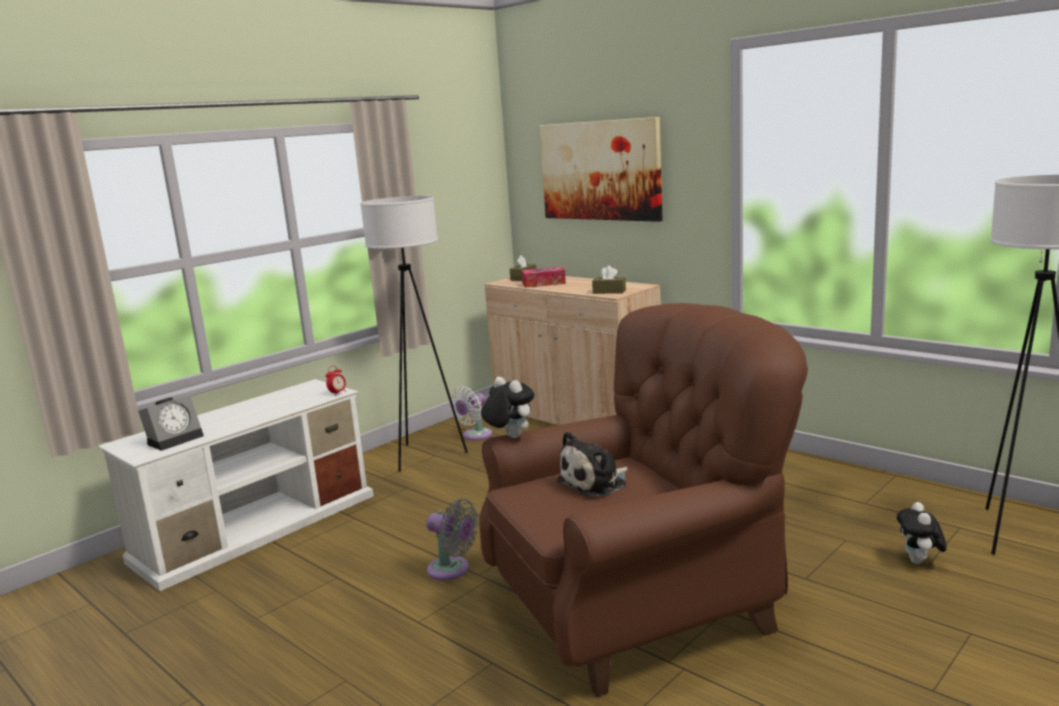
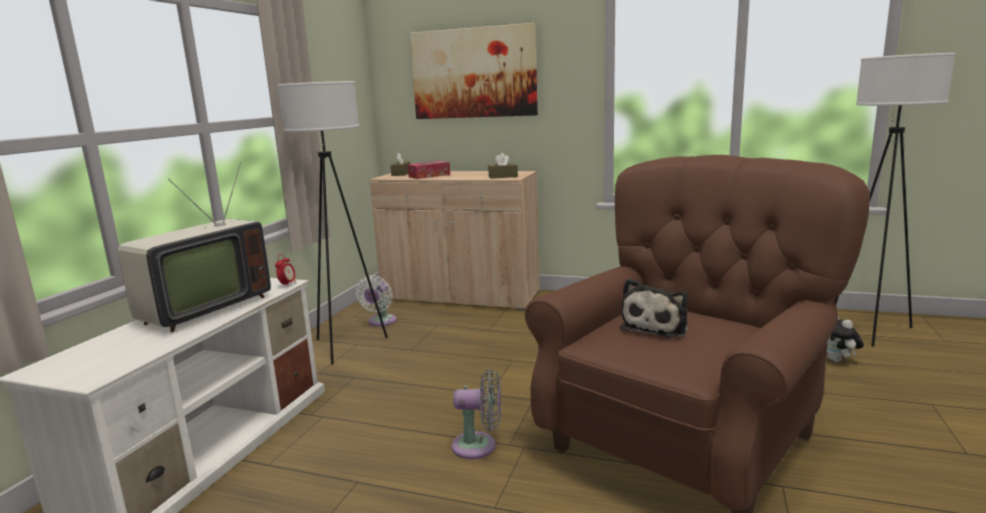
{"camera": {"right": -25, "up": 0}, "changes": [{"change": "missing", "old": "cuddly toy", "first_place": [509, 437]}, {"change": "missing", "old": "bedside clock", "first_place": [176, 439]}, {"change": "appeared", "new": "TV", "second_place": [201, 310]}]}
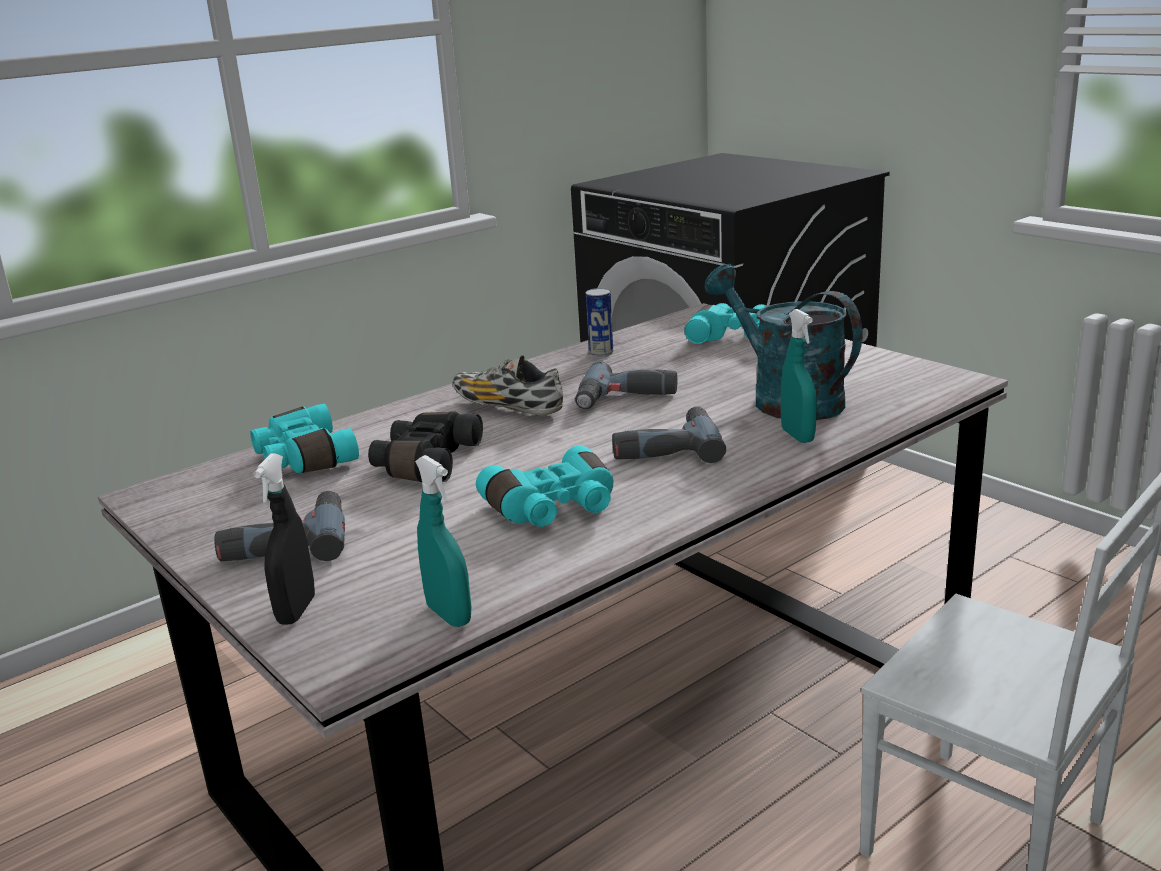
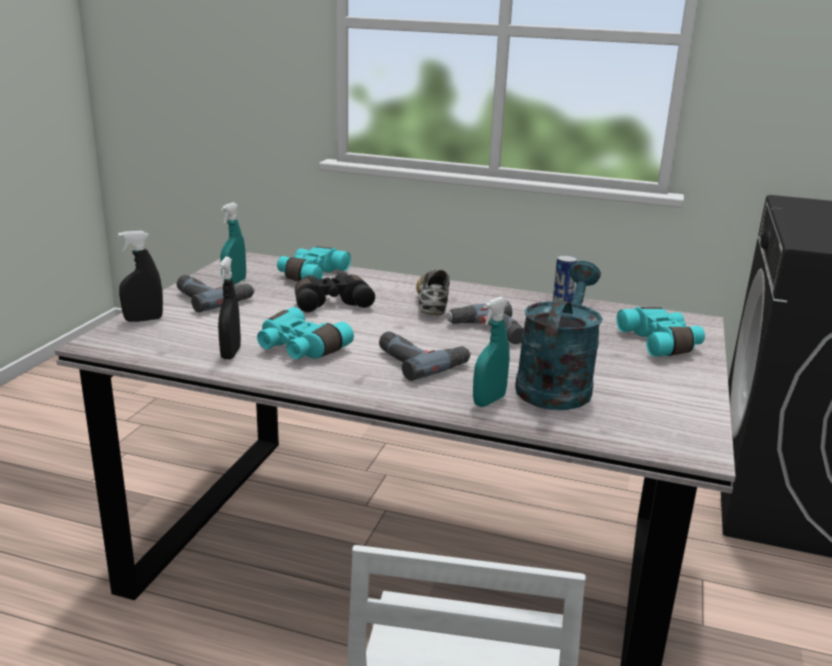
{"camera": {"right": 55, "up": 0}, "changes": [{"change": "relocated", "old": "turquoise-coloured hand sprayer", "first_place": [449, 615], "second_place": [234, 282]}, {"change": "appeared", "new": "black hand sprayer", "second_place": [231, 353]}]}
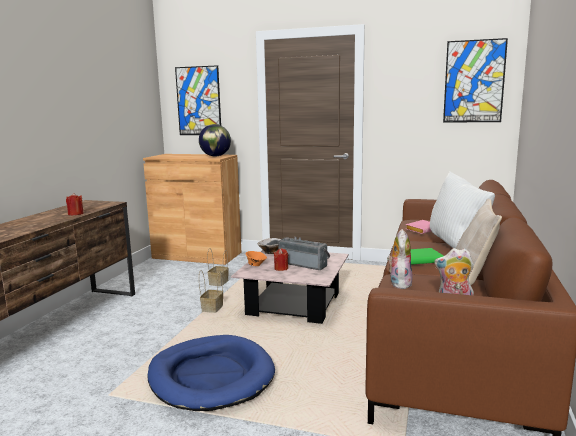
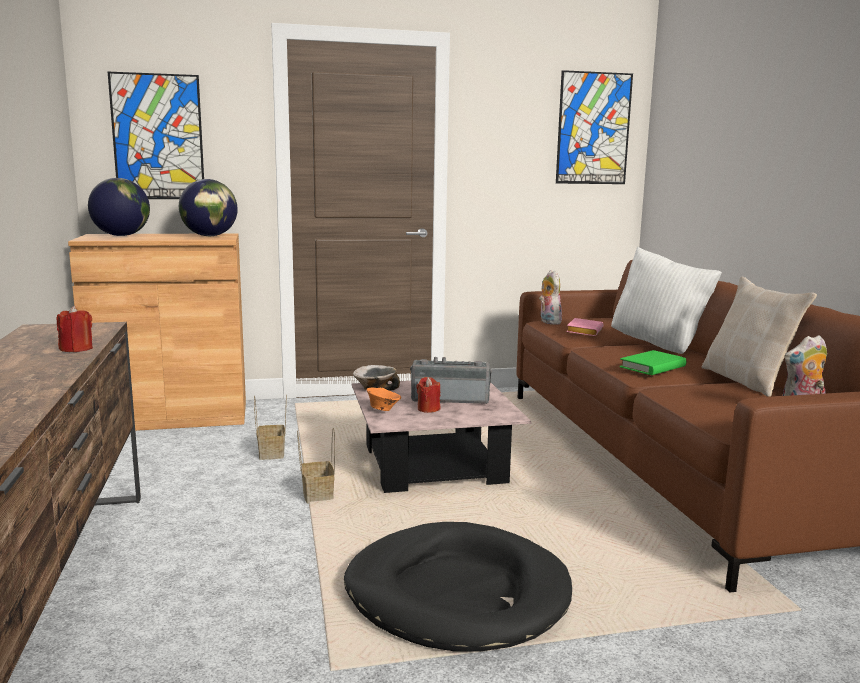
{"camera": {"right": -30, "up": 0}, "changes": [{"change": "relocated", "old": "cuddly toy", "first_place": [399, 283], "second_place": [548, 322]}, {"change": "colour", "old": "bluish dog cushion", "new": "black dog cushion", "first_place": [211, 376], "second_place": [456, 593]}, {"change": "appeared", "new": "world globe", "second_place": [121, 235]}]}
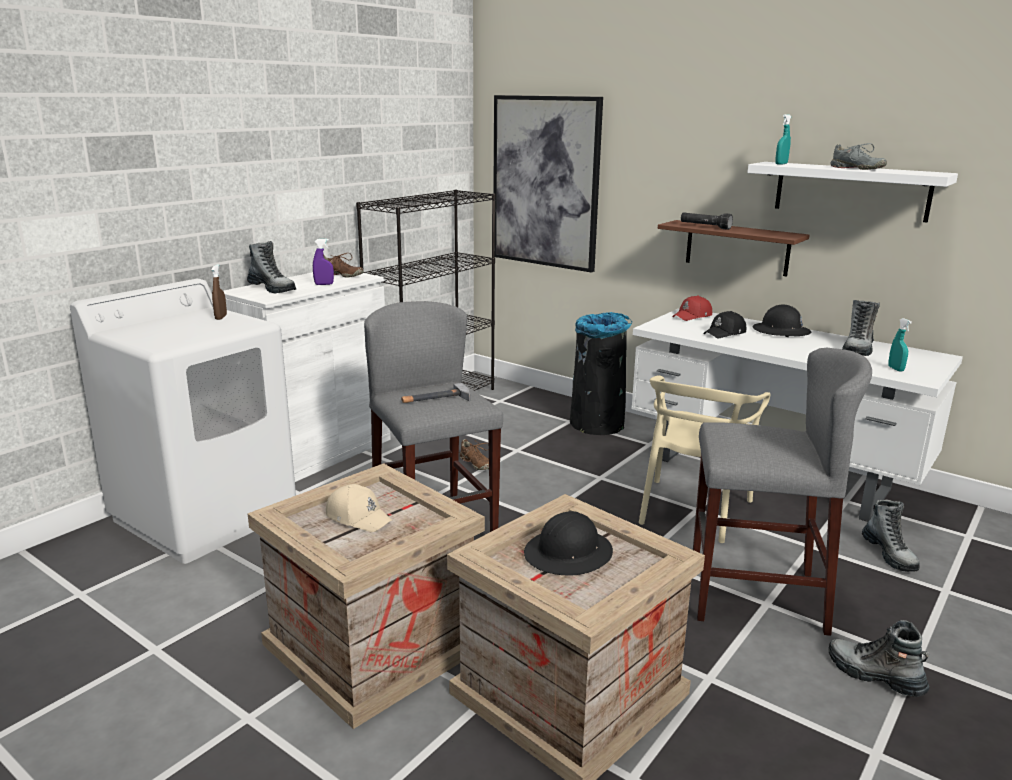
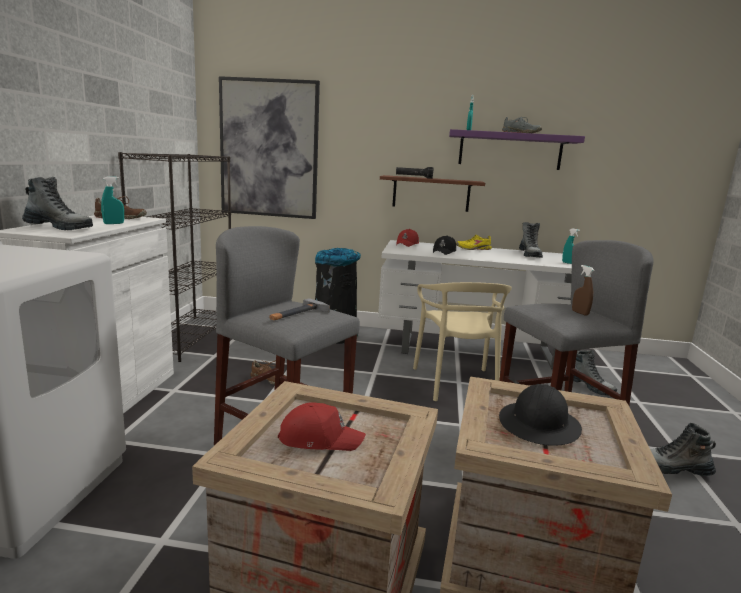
{"camera": {"right": -30, "up": -5}, "changes": [{"change": "colour", "old": "white wall shelf", "new": "purple wall shelf", "first_place": [851, 191], "second_place": [510, 150]}, {"change": "colour", "old": "purple hand sprayer", "new": "turquoise-coloured hand sprayer", "first_place": [324, 284], "second_place": [114, 223]}, {"change": "relocated", "old": "brown hand sprayer", "first_place": [221, 317], "second_place": [580, 313]}, {"change": "exchanged", "old": "black hard hat", "new": "yellowish item of footwear", "first_place": [781, 331], "second_place": [473, 249]}, {"change": "colour", "old": "beige-coloured cap", "new": "red-coloured cap", "first_place": [358, 517], "second_place": [320, 438]}]}
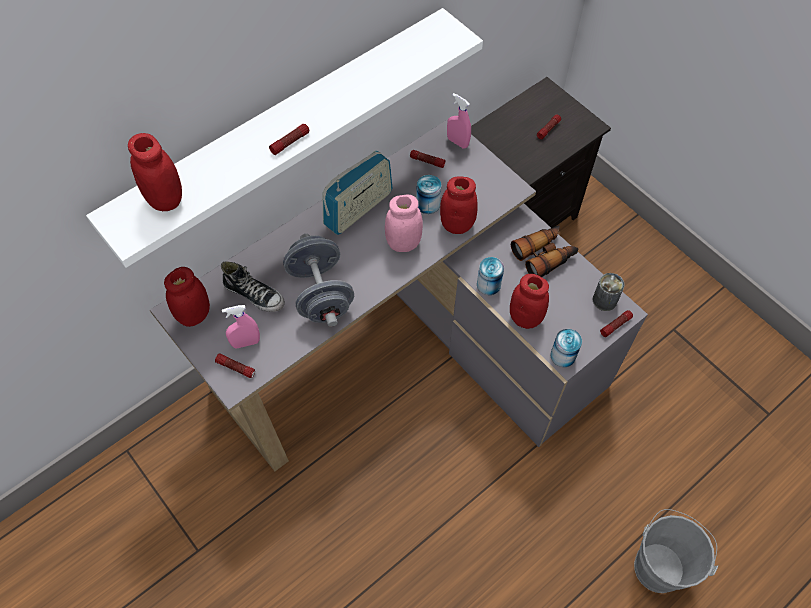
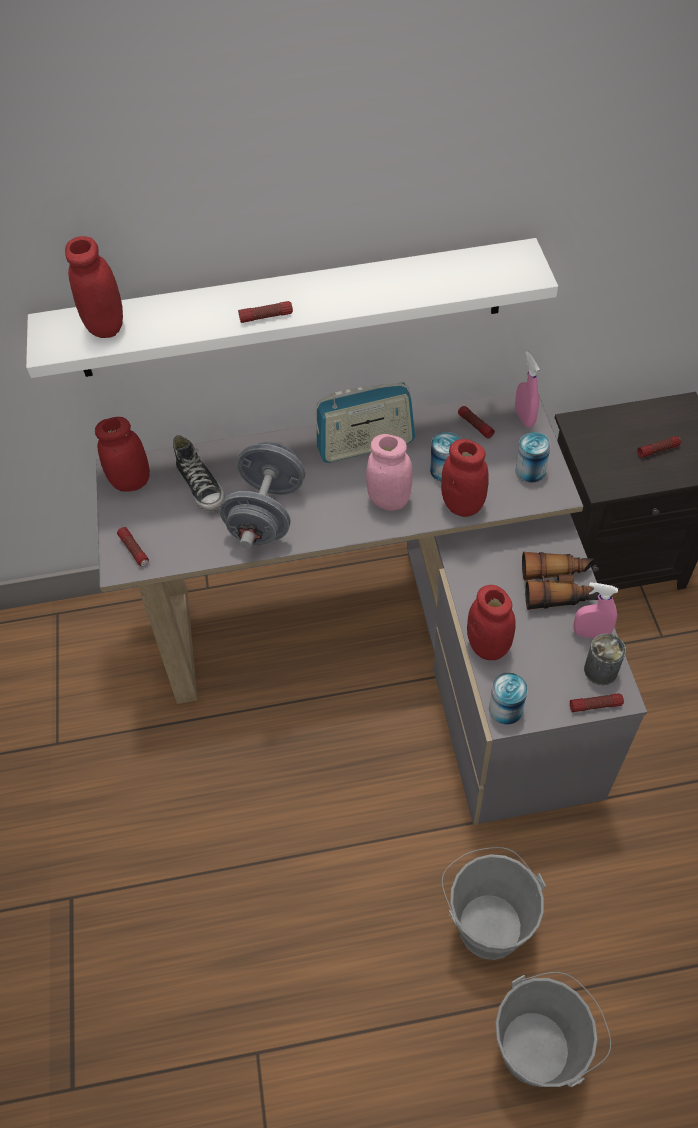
{"camera": {"right": 35, "up": -5}, "changes": [{"change": "relocated", "old": "metal can", "first_place": [488, 284], "second_place": [530, 470]}, {"change": "relocated", "old": "pinkish hand sprayer", "first_place": [245, 343], "second_place": [590, 634]}, {"change": "appeared", "new": "greyish water bucket", "second_place": [486, 919]}]}
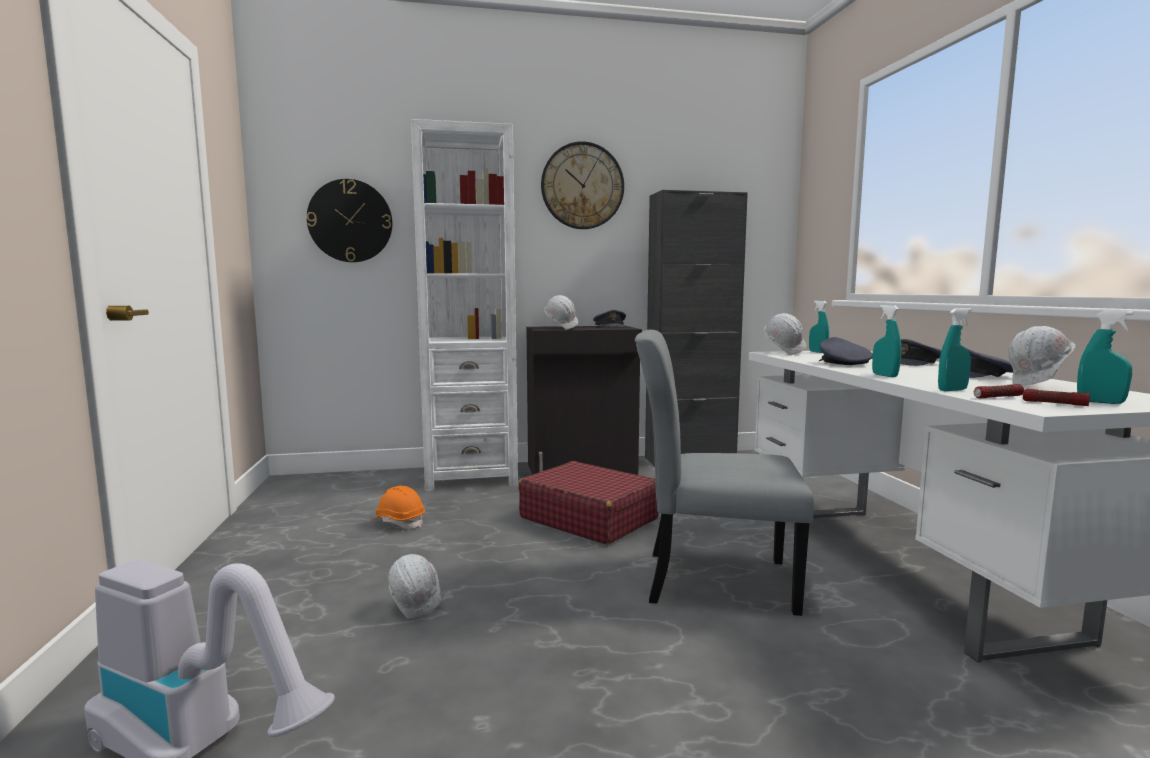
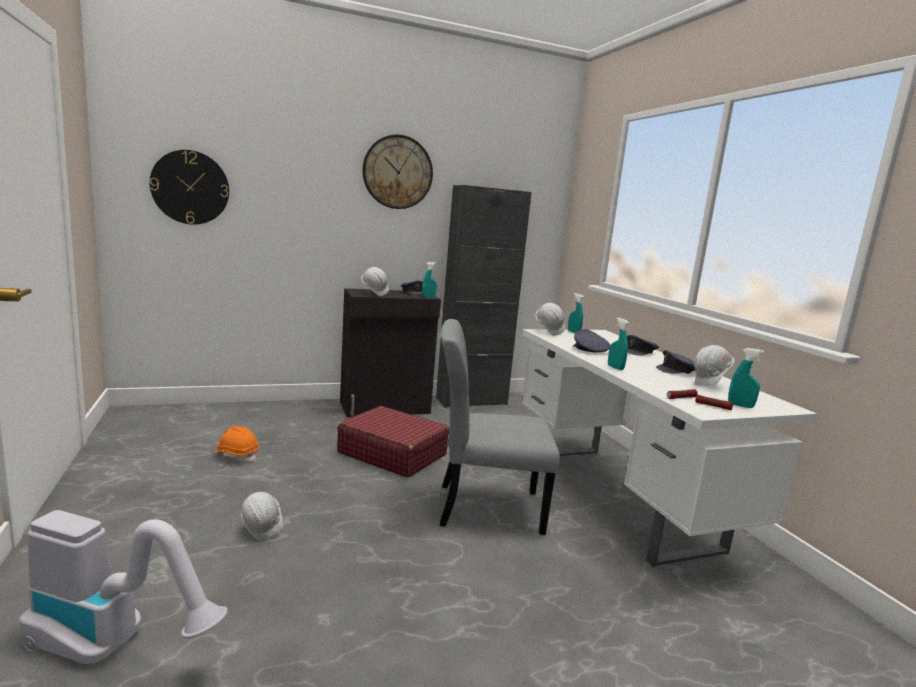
{"camera": {"right": -10, "up": 5}, "changes": [{"change": "missing", "old": "white bookcase", "first_place": [471, 476]}, {"change": "relocated", "old": "turquoise-coloured hand sprayer", "first_place": [952, 390], "second_place": [428, 297]}]}
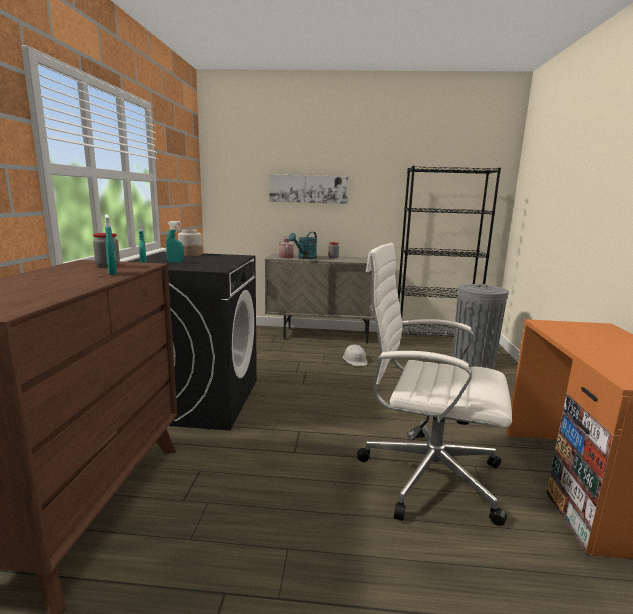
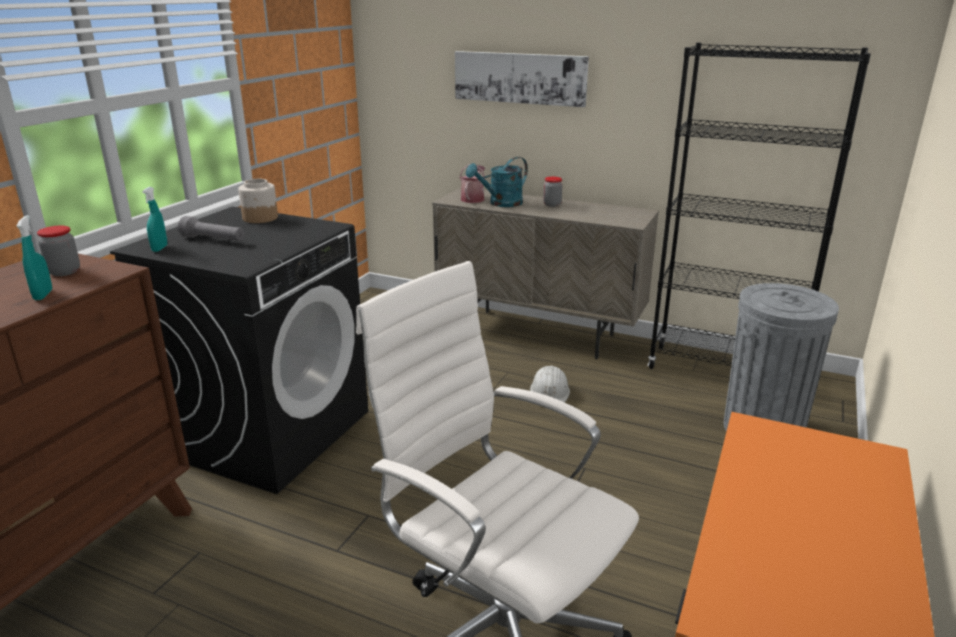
{"camera": {"right": 20, "up": 10}, "changes": [{"change": "exchanged", "old": "turquoise-coloured hand sprayer", "new": "greyish torch", "first_place": [175, 262], "second_place": [213, 240]}]}
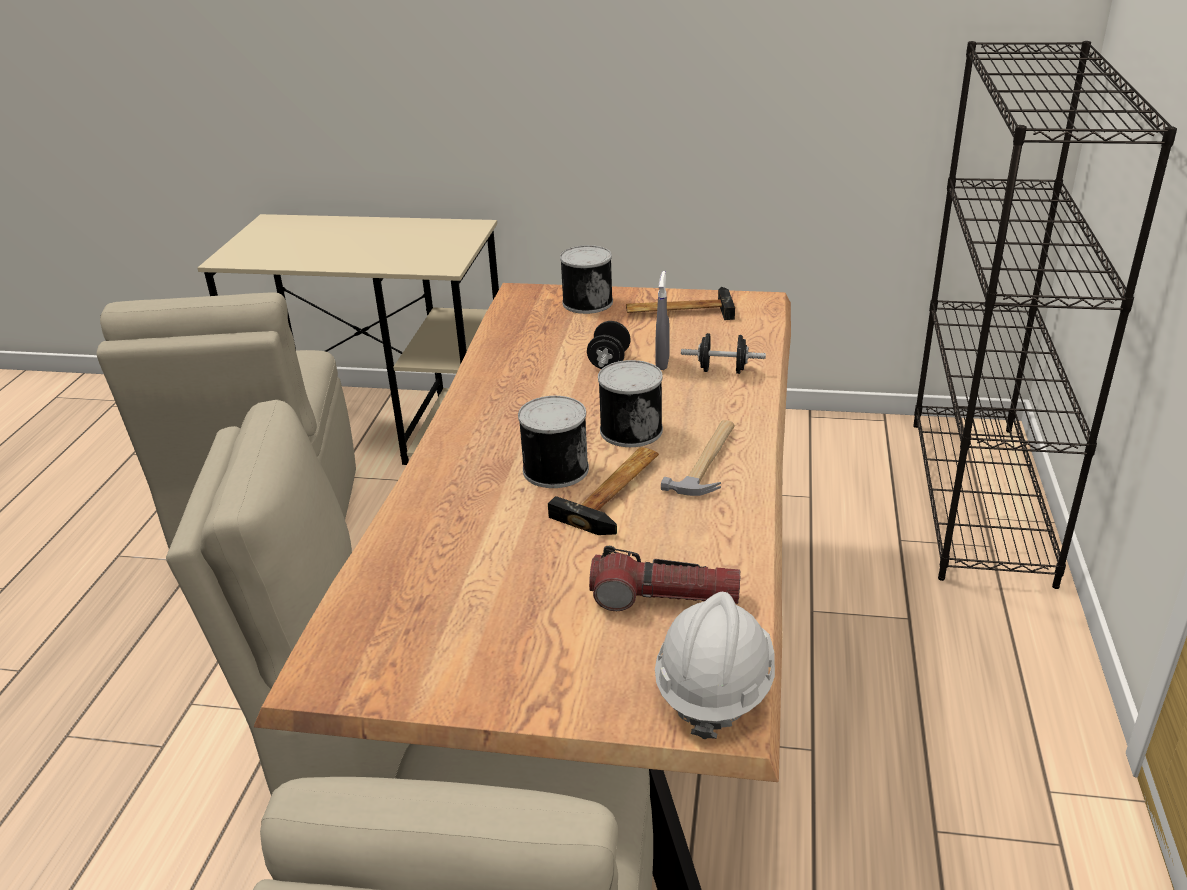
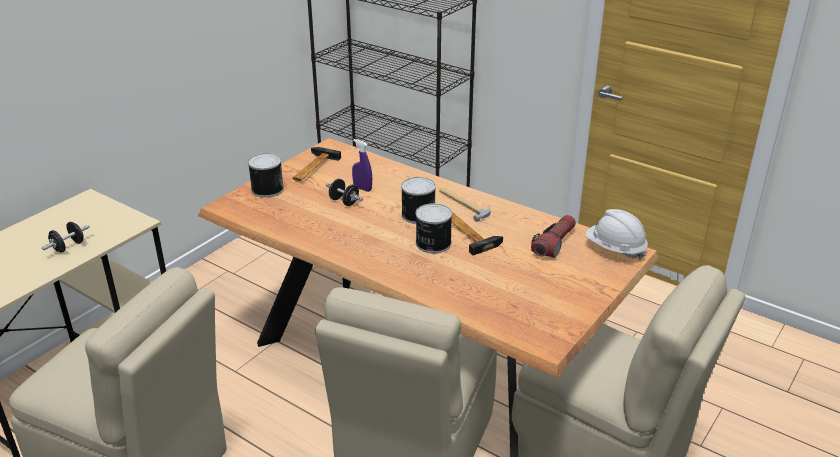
{"camera": {"right": -65, "up": 0}, "changes": [{"change": "colour", "old": "greyish hand sprayer", "new": "purple hand sprayer", "first_place": [662, 363], "second_place": [362, 188]}, {"change": "relocated", "old": "black dumbbell", "first_place": [722, 370], "second_place": [68, 247]}]}
